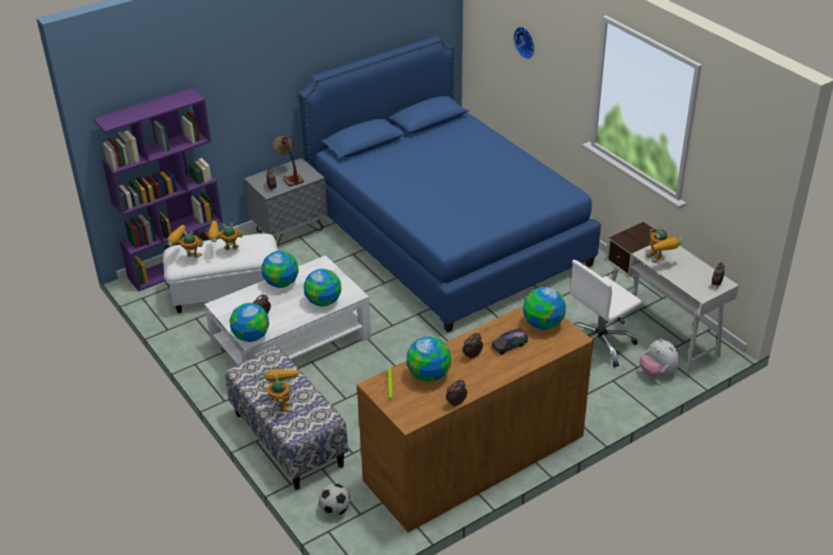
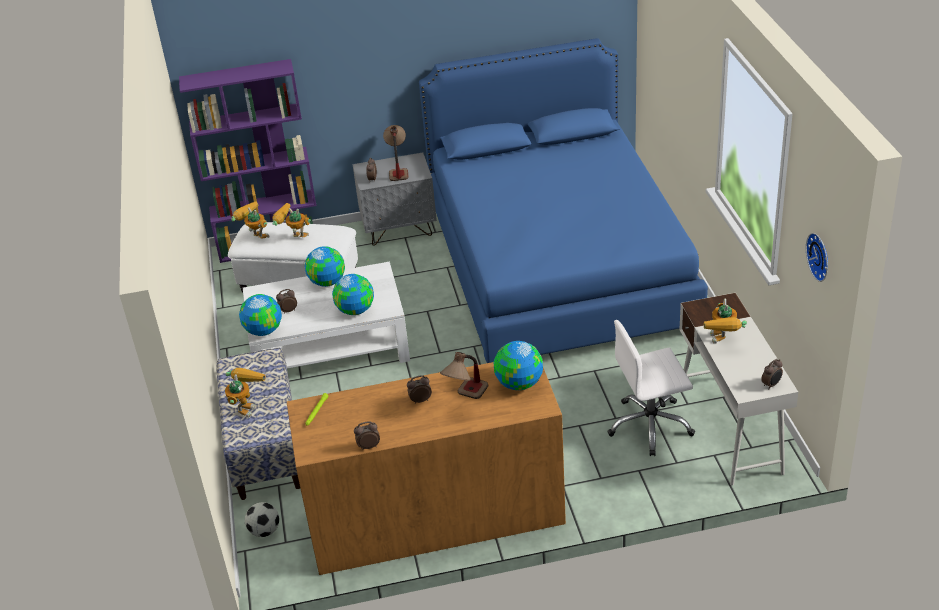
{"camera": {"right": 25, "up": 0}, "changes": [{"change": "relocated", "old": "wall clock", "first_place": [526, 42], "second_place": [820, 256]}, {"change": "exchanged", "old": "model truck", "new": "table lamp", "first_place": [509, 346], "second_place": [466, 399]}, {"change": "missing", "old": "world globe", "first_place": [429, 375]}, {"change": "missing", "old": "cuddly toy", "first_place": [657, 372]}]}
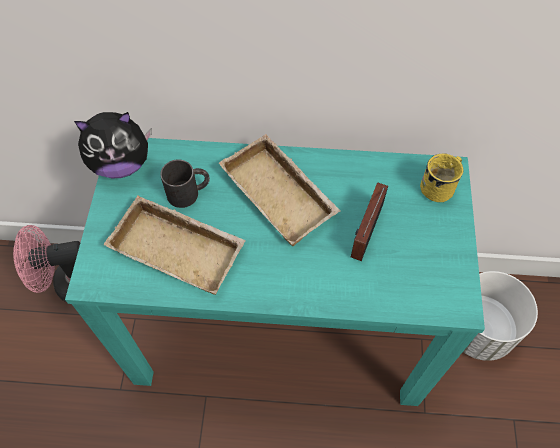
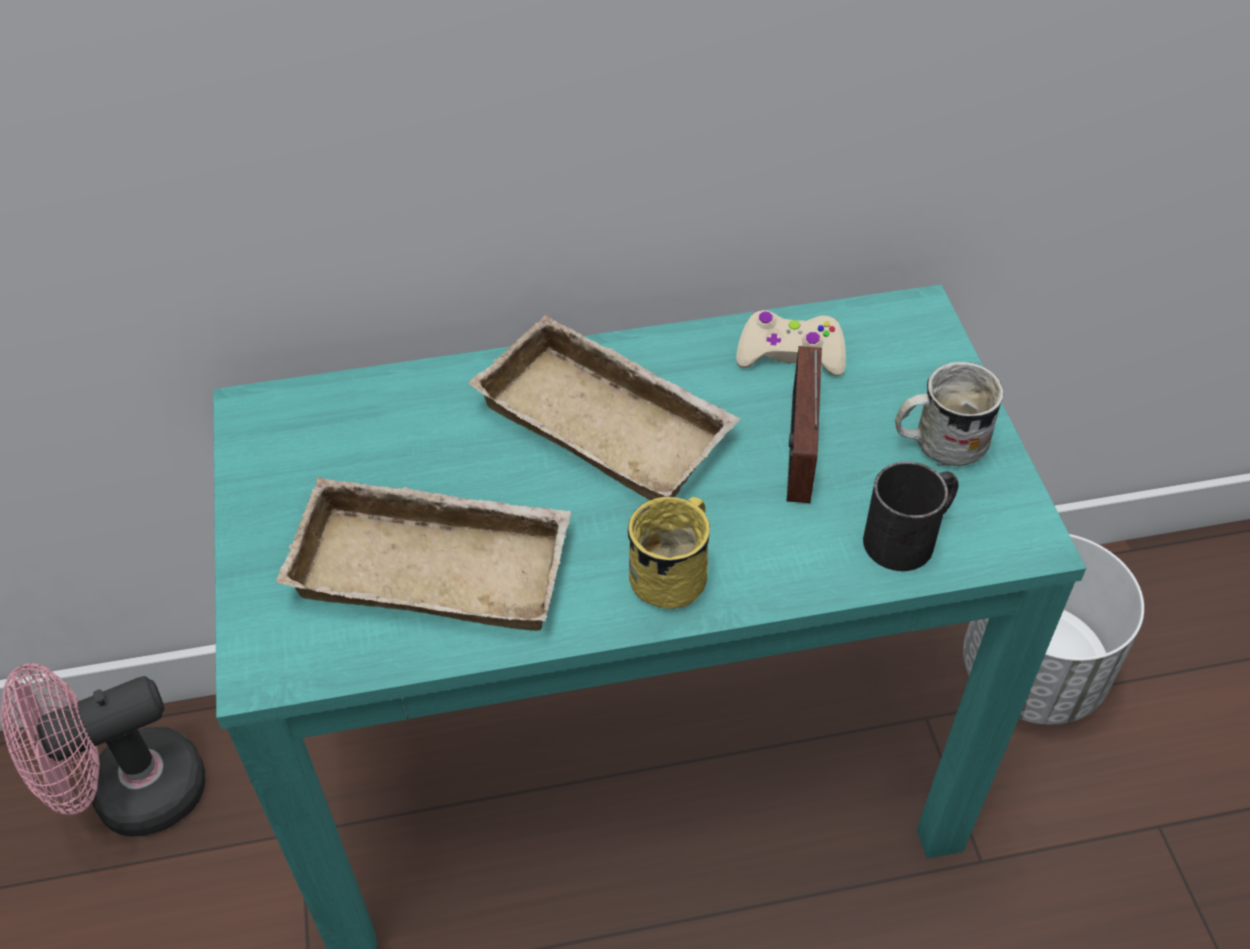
{"camera": {"right": -15, "up": -10}, "changes": [{"change": "missing", "old": "cuddly toy", "first_place": [121, 164]}, {"change": "relocated", "old": "yellowish mug", "first_place": [440, 186], "second_place": [676, 571]}, {"change": "relocated", "old": "black mug", "first_place": [189, 192], "second_place": [910, 535]}, {"change": "appeared", "new": "beige-coloured gamepad", "second_place": [790, 354]}, {"change": "appeared", "new": "white mug", "second_place": [938, 442]}]}
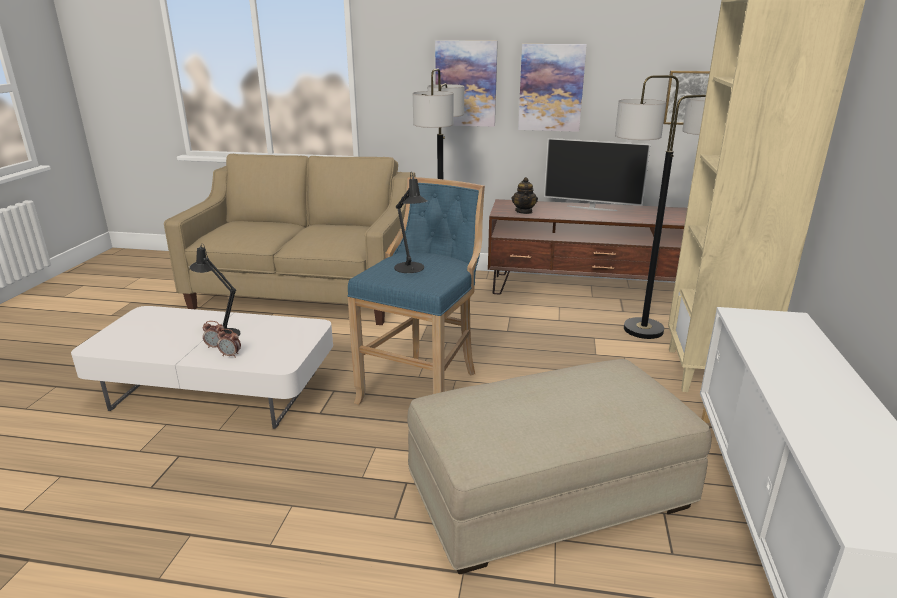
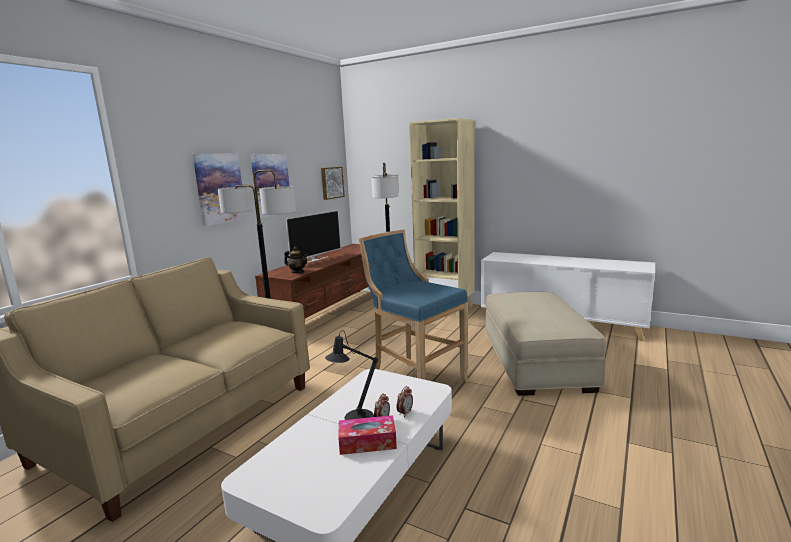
{"camera": {"right": -70, "up": -10}, "changes": [{"change": "missing", "old": "black table lamp", "first_place": [411, 269]}, {"change": "appeared", "new": "tissue holder", "second_place": [367, 442]}]}
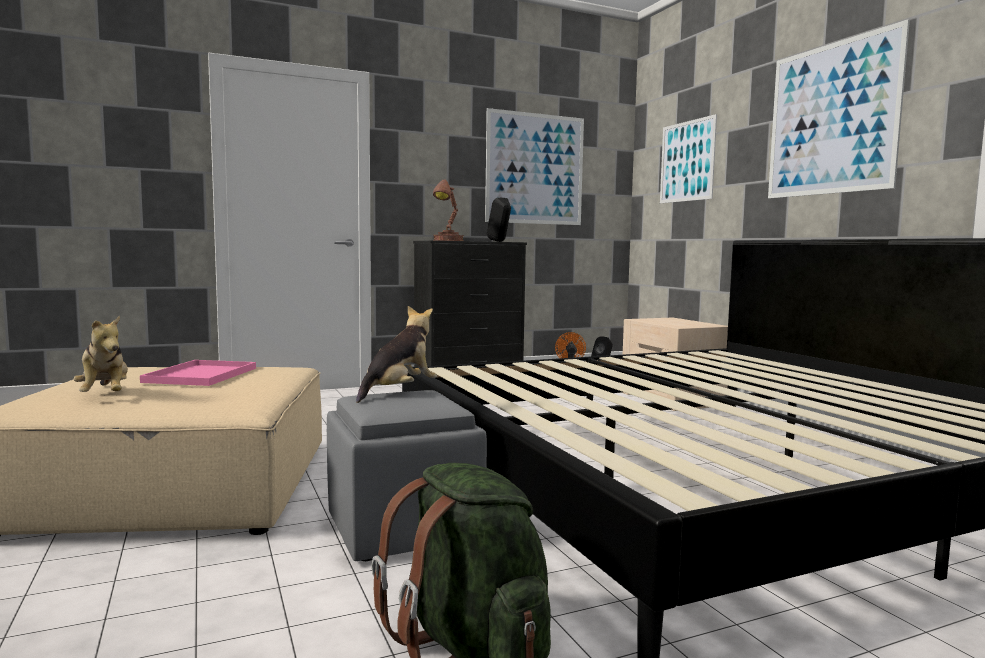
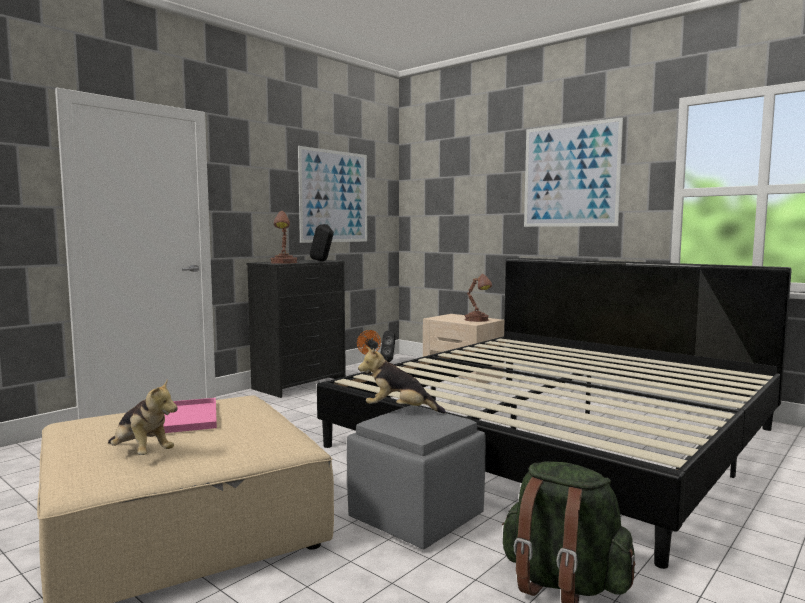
{"camera": {"right": -25, "up": 0}, "changes": [{"change": "missing", "old": "wall picture", "first_place": [687, 161]}, {"change": "spun", "old": "cuddly toy", "first_place": [399, 392], "second_place": [399, 411], "degrees": -90}, {"change": "appeared", "new": "brown table lamp", "second_place": [478, 320]}]}
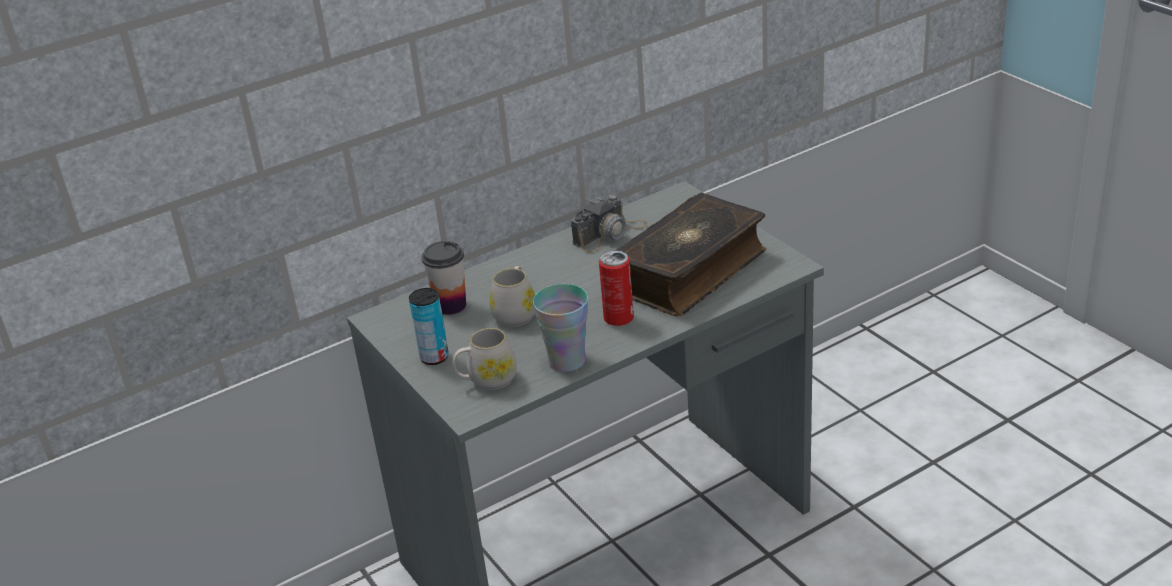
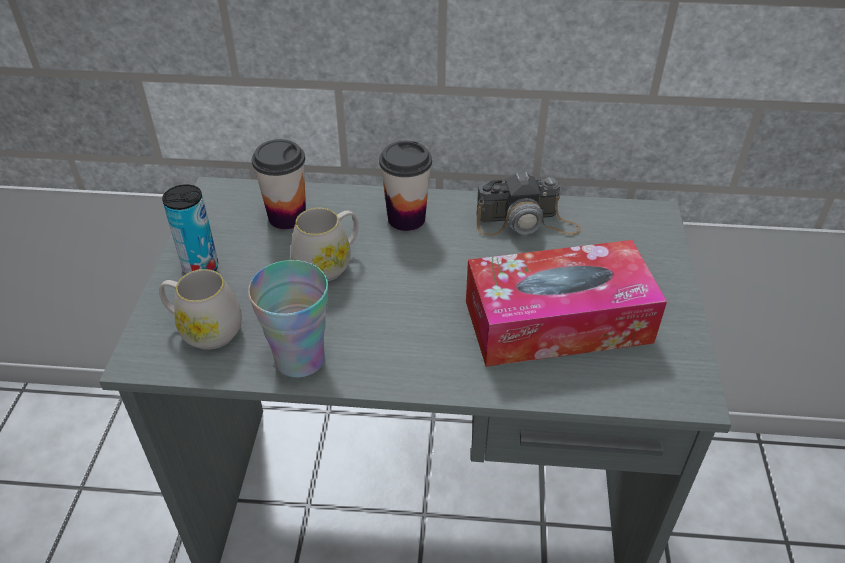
{"camera": {"right": 35, "up": 10}, "changes": [{"change": "exchanged", "old": "volume", "new": "tissue holder", "first_place": [688, 270], "second_place": [557, 321]}, {"change": "missing", "old": "metal can", "first_place": [618, 319]}, {"change": "appeared", "new": "drinking cup", "second_place": [406, 219]}]}
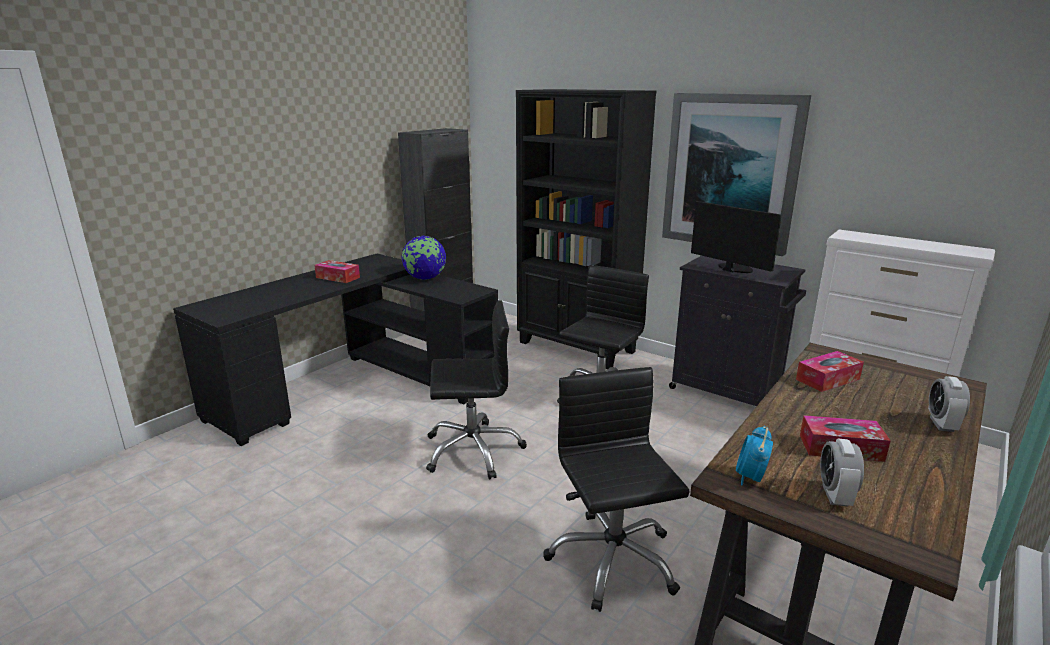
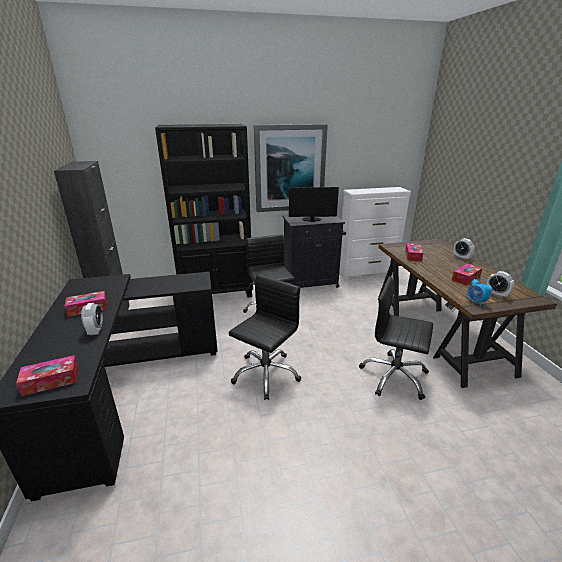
{"camera": {"right": -50, "up": 5}, "changes": [{"change": "missing", "old": "world globe", "first_place": [425, 278]}, {"change": "appeared", "new": "bedside clock", "second_place": [96, 330]}, {"change": "appeared", "new": "tissue holder", "second_place": [51, 381]}]}
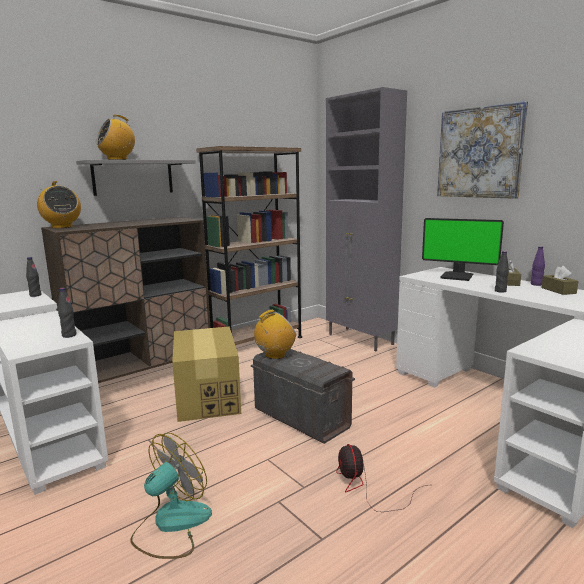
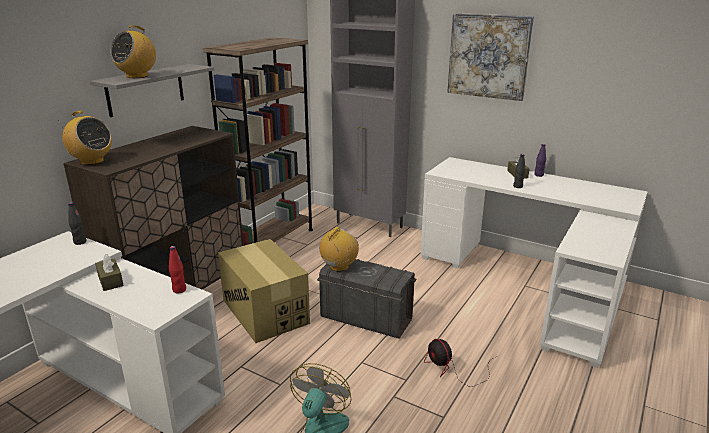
{"camera": {"right": -20, "up": 10}, "changes": [{"change": "missing", "old": "monitor", "first_place": [457, 276]}, {"change": "relocated", "old": "brown tissue holder", "first_place": [558, 290], "second_place": [110, 280]}, {"change": "colour", "old": "black bottle", "new": "red-coloured bottle", "first_place": [69, 335], "second_place": [179, 290]}]}
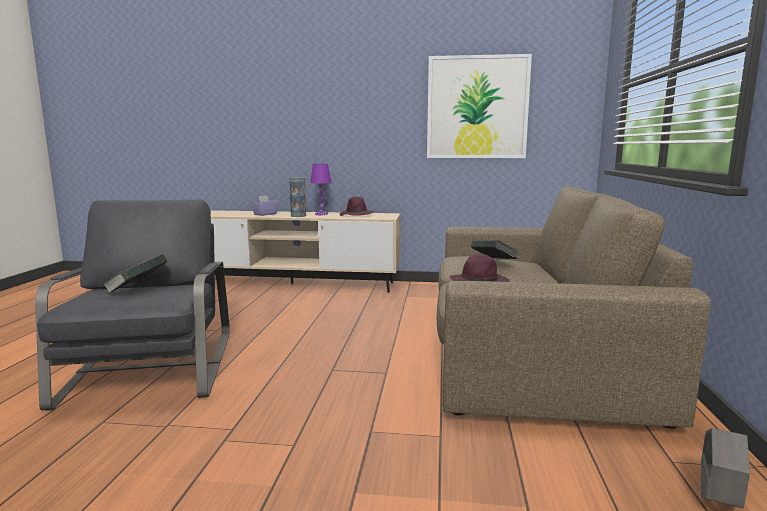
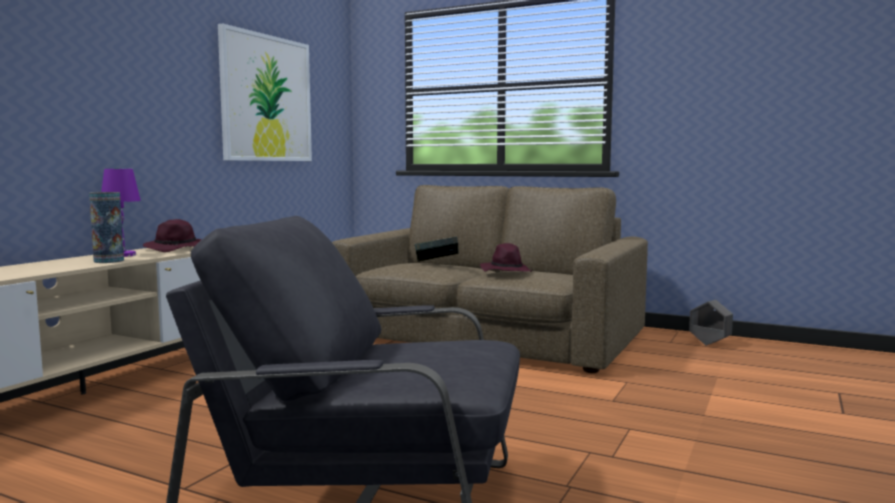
{"camera": {"right": -70, "up": -5}, "changes": [{"change": "missing", "old": "purple tissue holder", "first_place": [265, 214]}, {"change": "missing", "old": "volume", "first_place": [137, 289]}]}
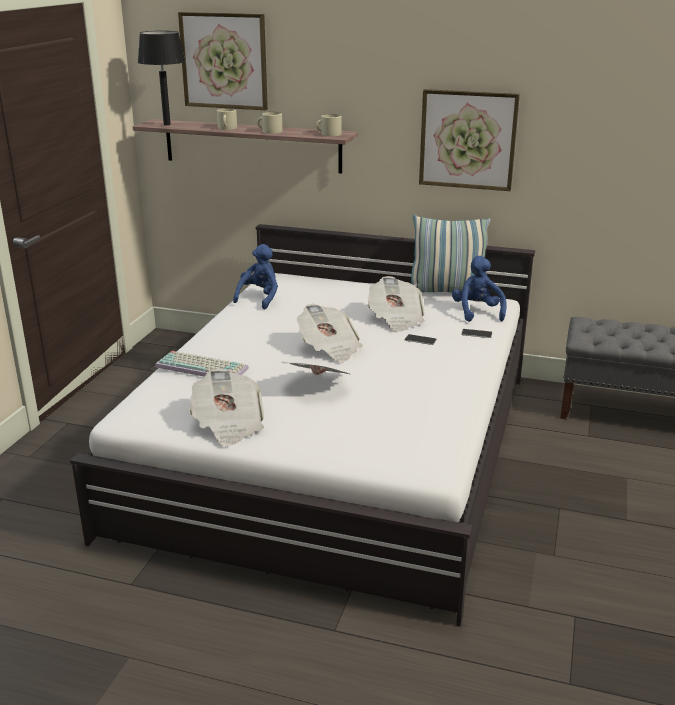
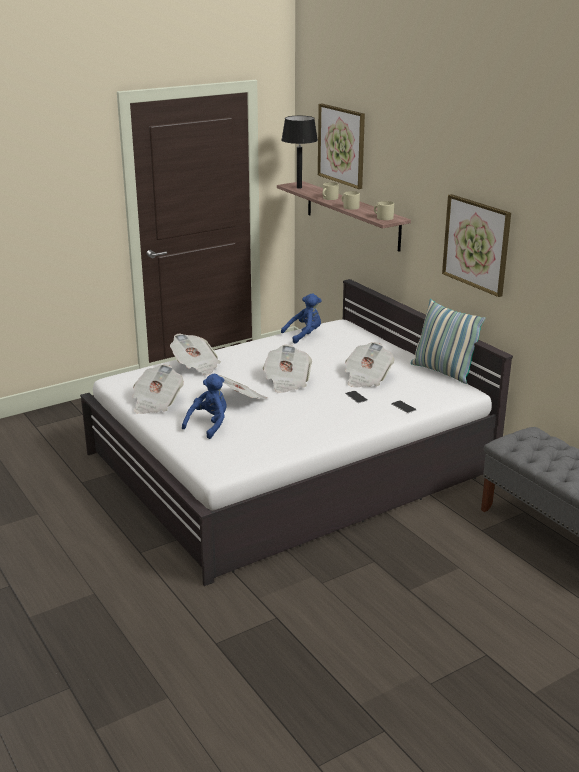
{"camera": {"right": 40, "up": 0}, "changes": [{"change": "relocated", "old": "bluish cuddly toy", "first_place": [477, 312], "second_place": [209, 425]}, {"change": "exchanged", "old": "PC keyboard", "new": "daily paper", "first_place": [203, 367], "second_place": [196, 366]}]}
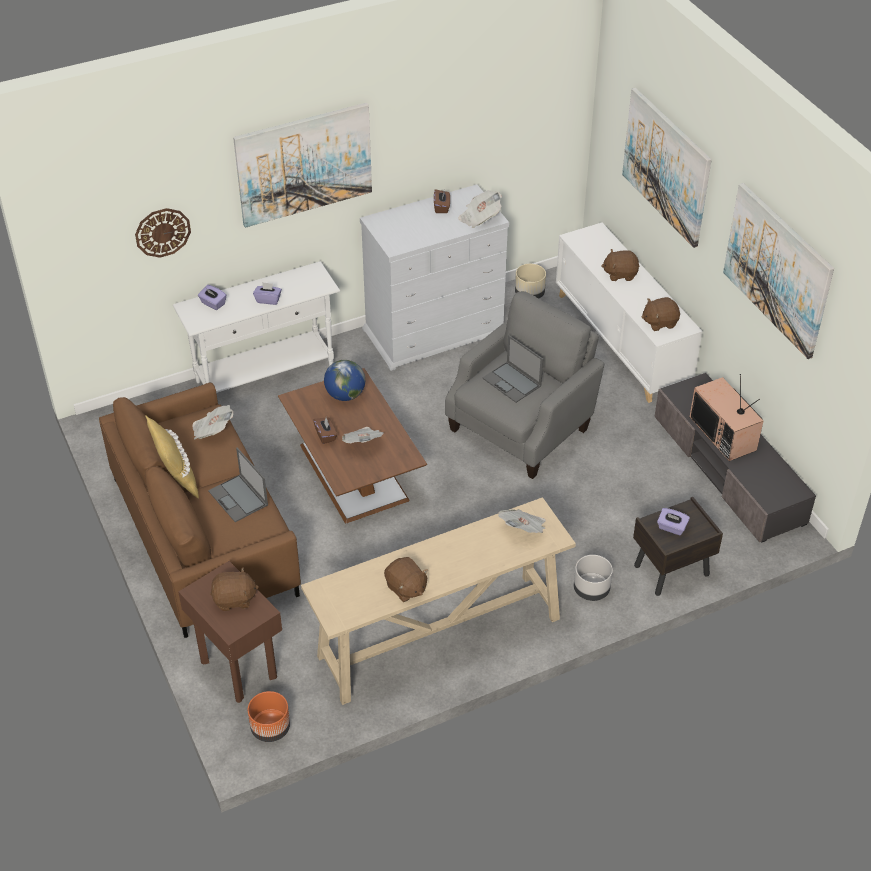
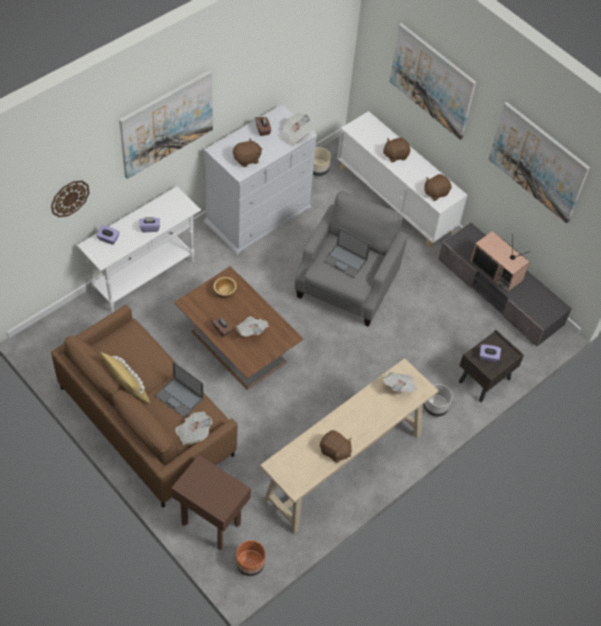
{"camera": {"right": -20, "up": 10}, "changes": [{"change": "exchanged", "old": "world globe", "new": "deep dish", "first_place": [345, 395], "second_place": [224, 292]}, {"change": "relocated", "old": "daily paper", "first_place": [212, 430], "second_place": [193, 432]}, {"change": "relocated", "old": "brown cuddly toy", "first_place": [234, 599], "second_place": [247, 159]}]}
